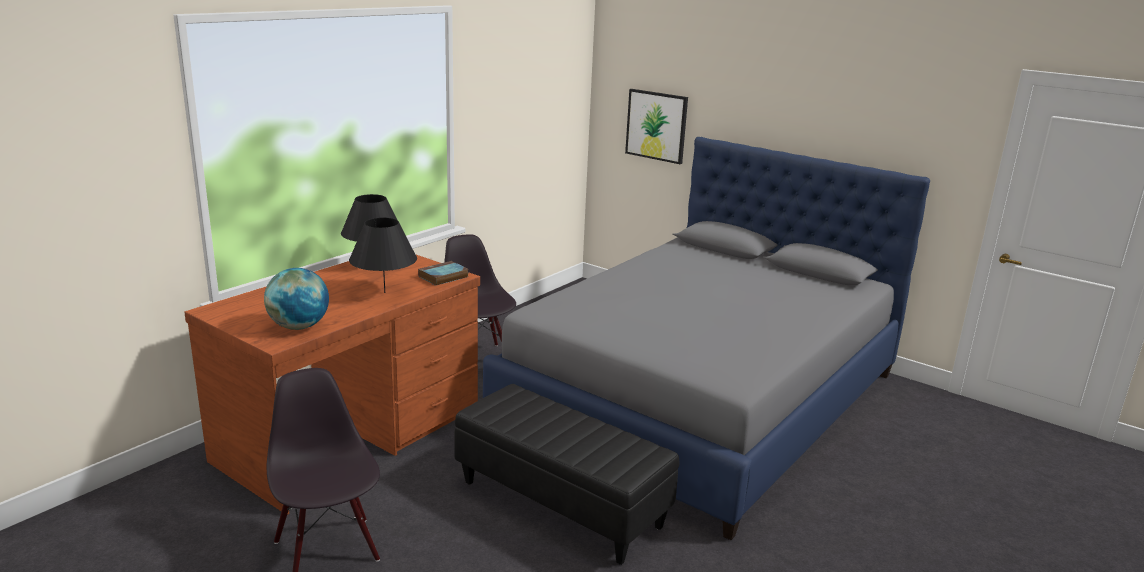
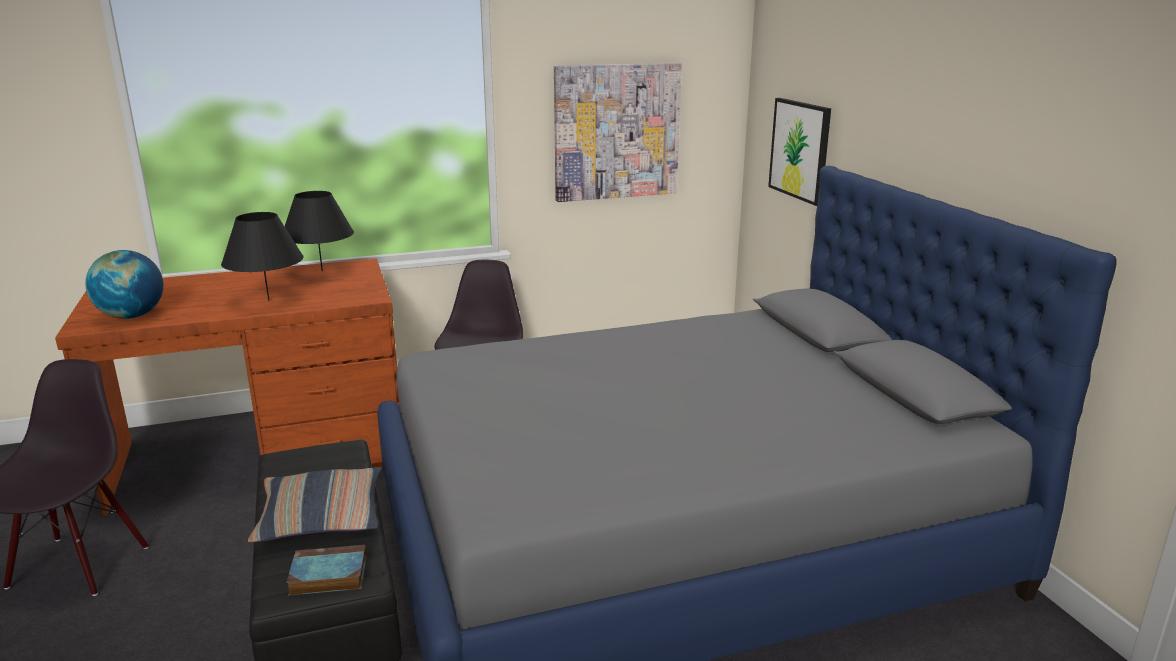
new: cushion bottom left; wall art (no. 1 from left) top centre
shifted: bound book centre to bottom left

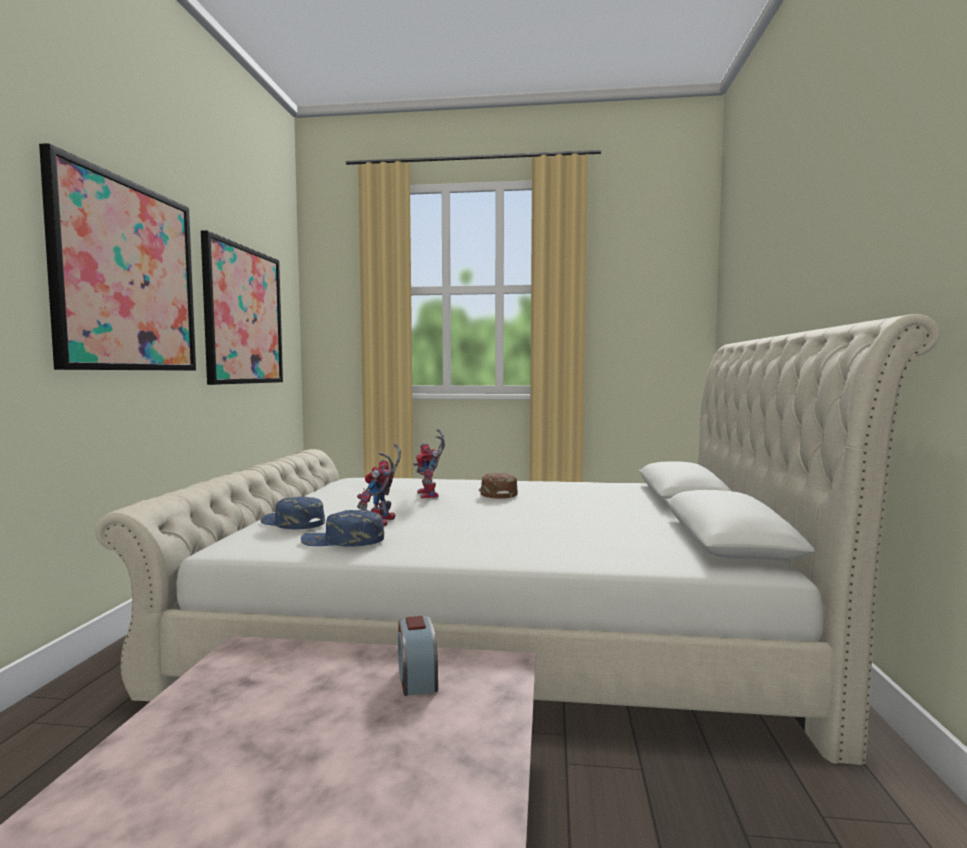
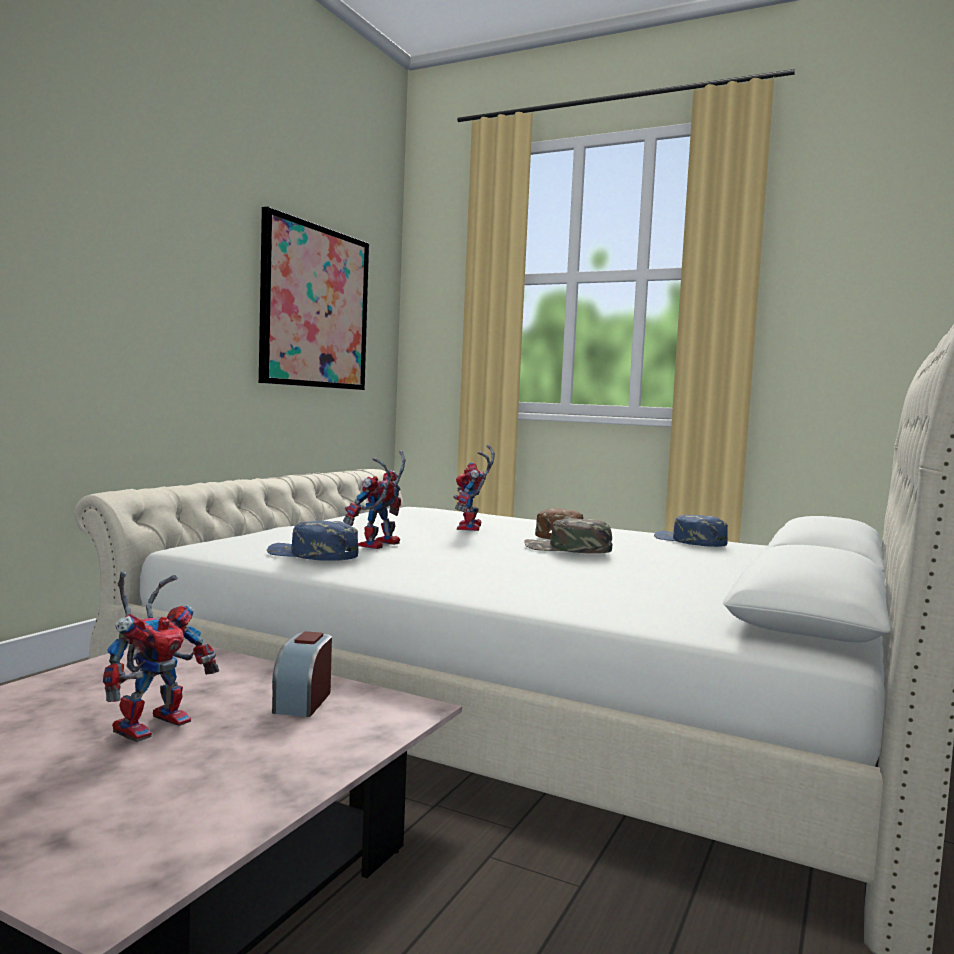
gone: wall art (no. 1 from left) top left
new: toy robot (no. 1 from left) bottom left; greenish peaked cap centre
shifted: bluish peaked cap (no. 1 from left in the first image) middle left to bluish peaked cap (no. 2 from left) middle right

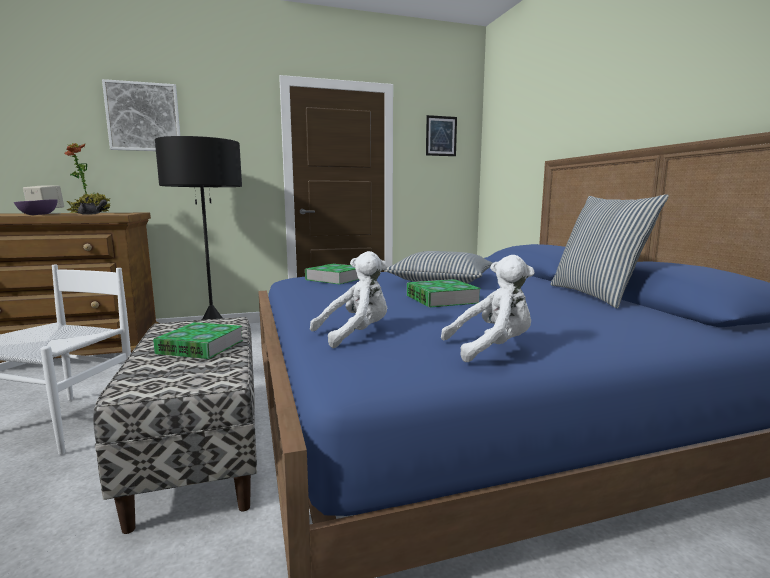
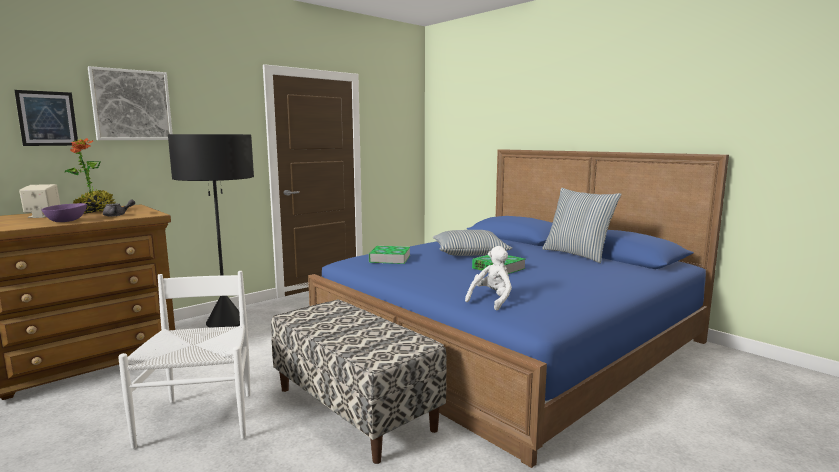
gone: bound book (no. 1 from left) middle left; whitish soft toy (no. 2 from left) centre
shifted: wall art (no. 2 from left in the first image) top centre to wall art (no. 1 from left) top left

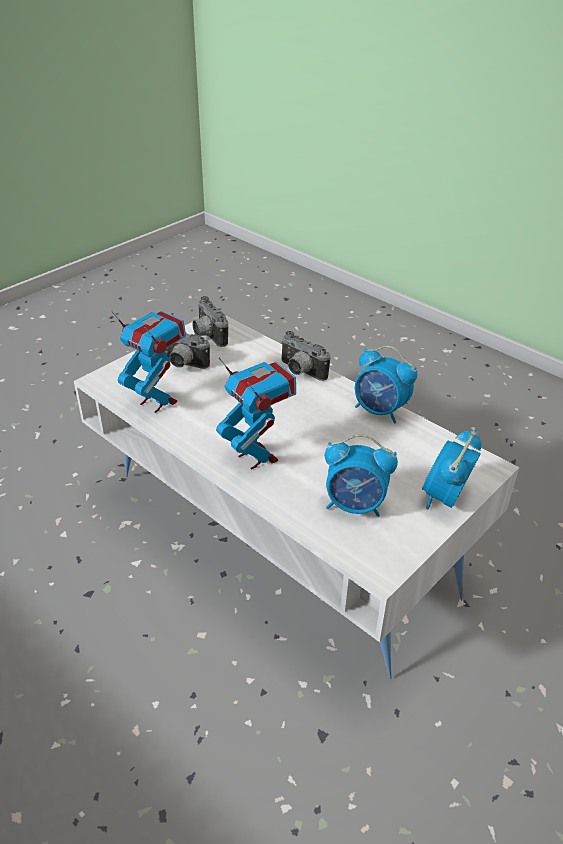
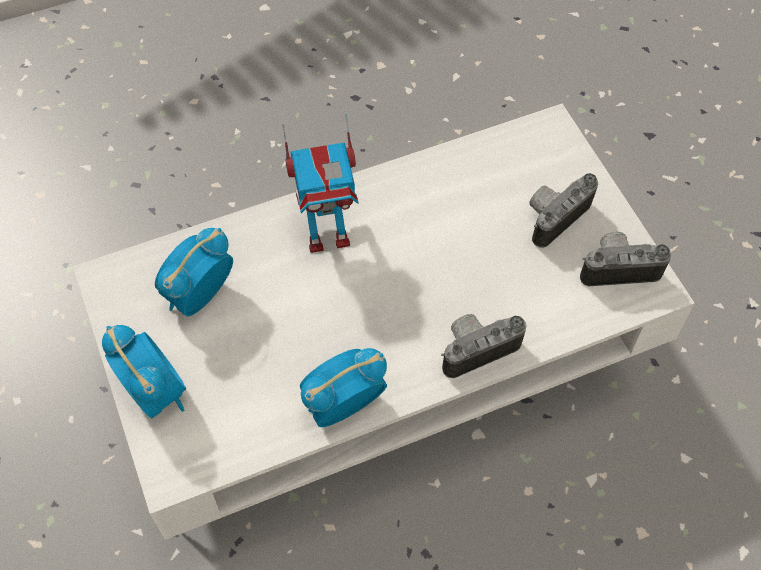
gone: toy robot (no. 1 from left) middle left

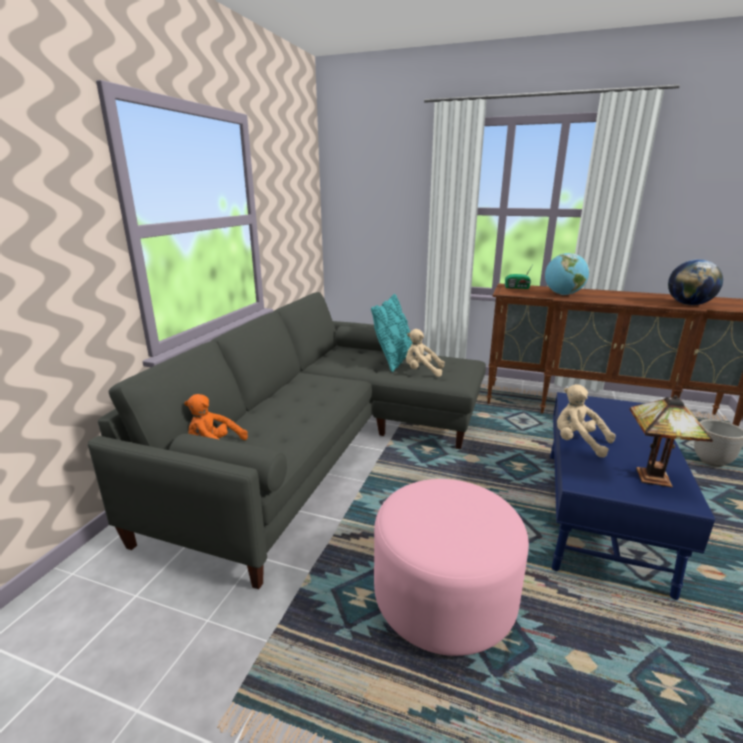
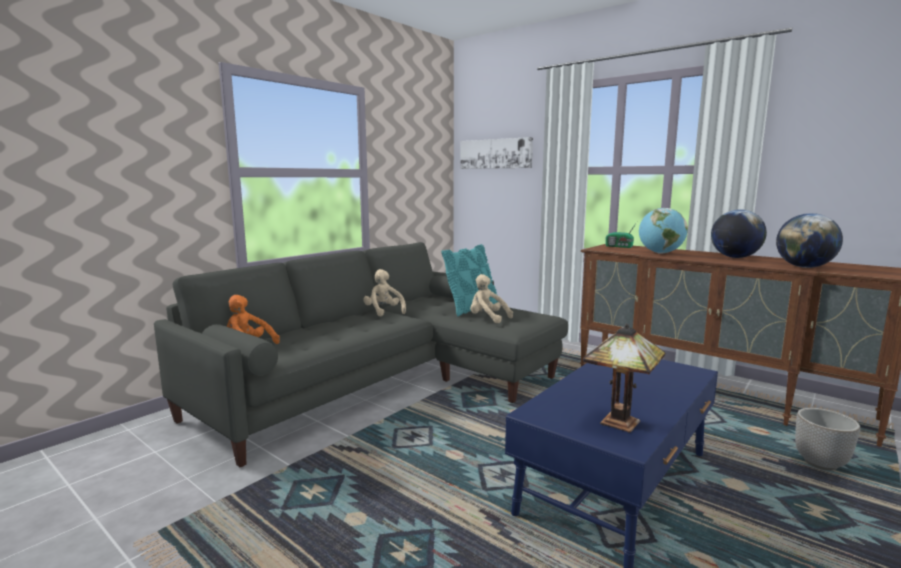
gone: pink-coloured footrest bottom centre
new: wall art top centre; desk globe (no. 2 from left) middle right
shifted: beige-coloured soft toy (no. 2 from left in the first image) middle right to beige-coloured soft toy (no. 1 from left) centre

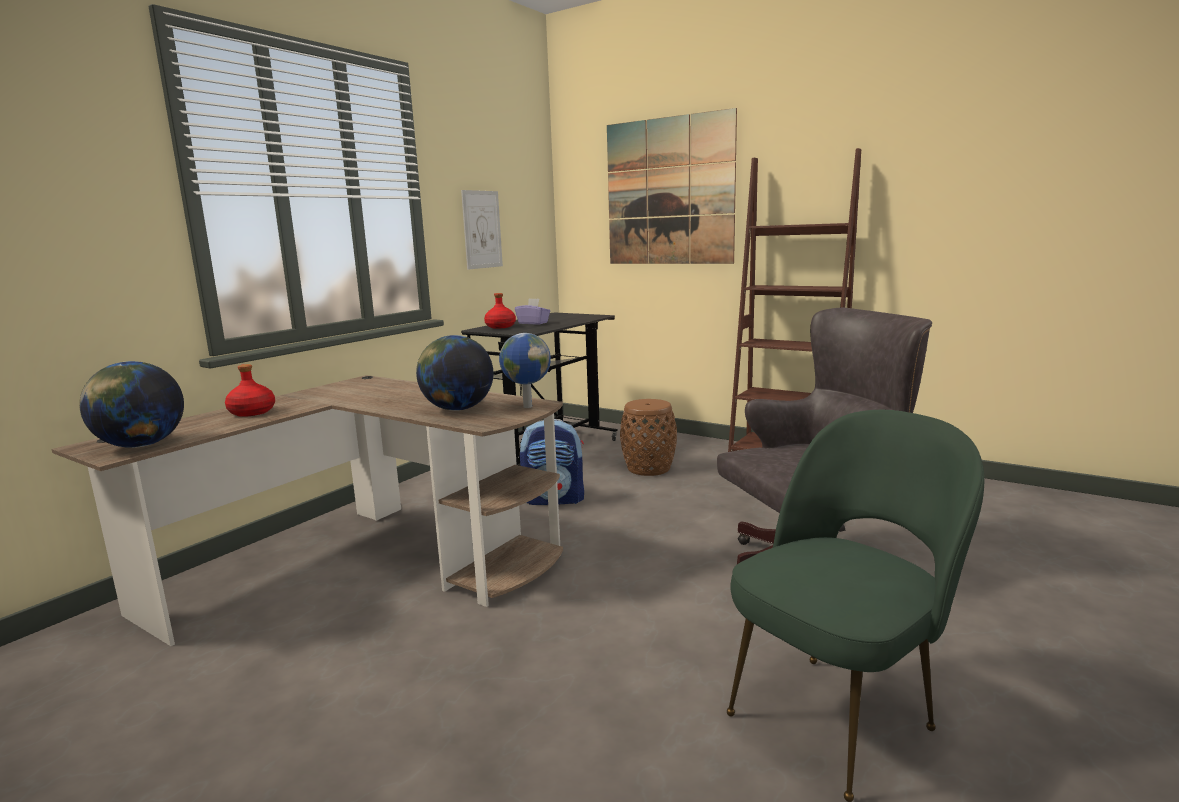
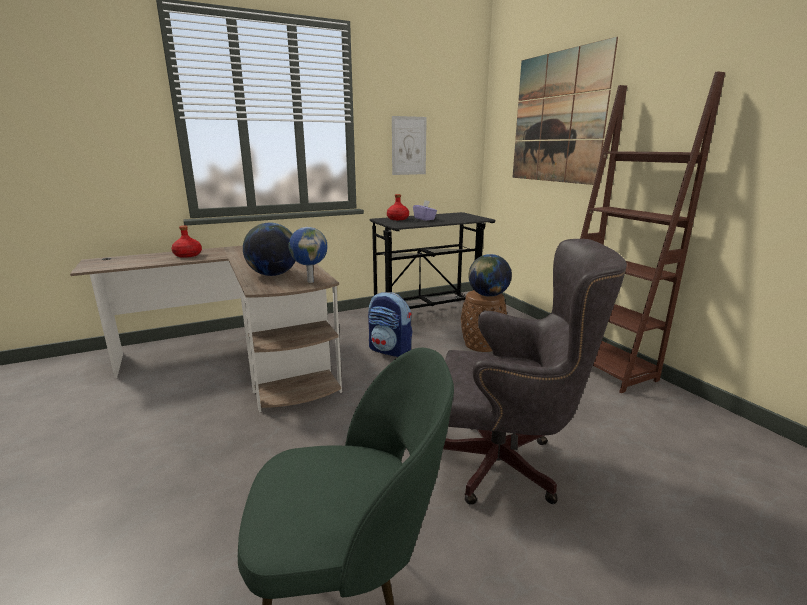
shifted: desk globe (no. 1 from left in the first image) middle left to desk globe (no. 3 from left) centre

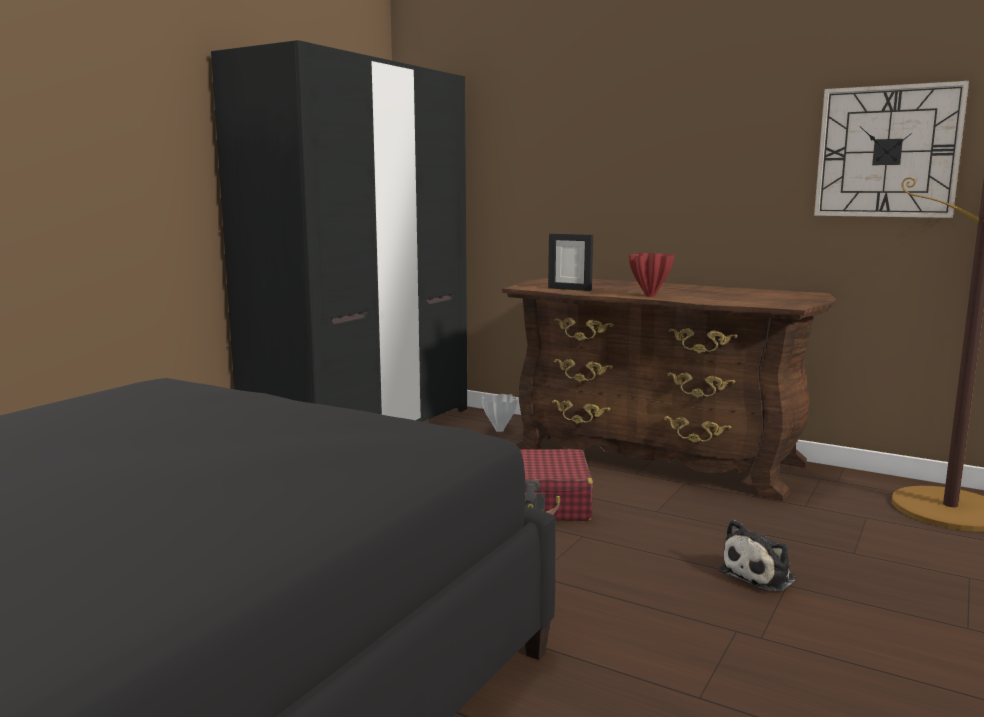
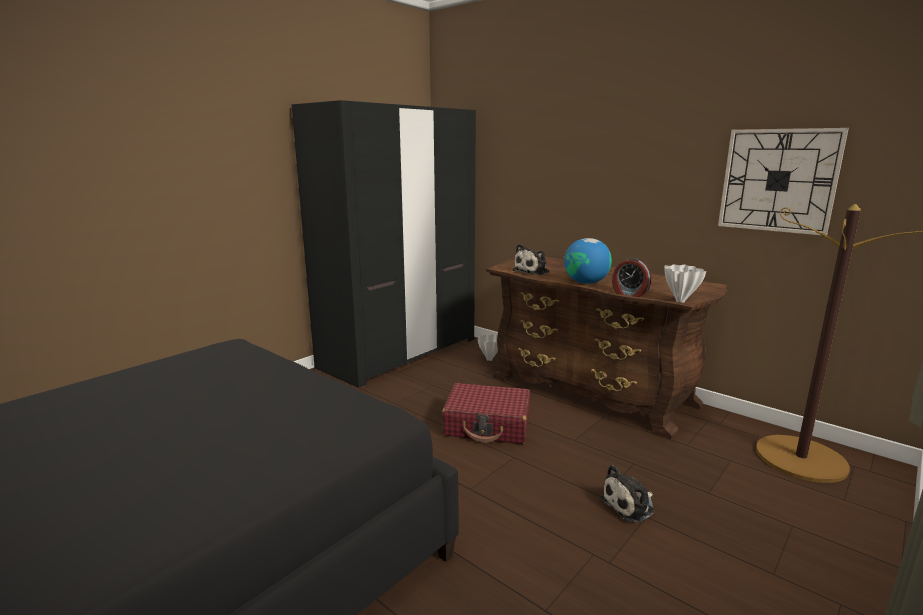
new: bedside clock middle right; whitish decorative vase (no. 2 from left) middle right
swapped: standing frame centre to soft toy (no. 1 from left) centre; red-coloured decorative vase centre to desk globe centre

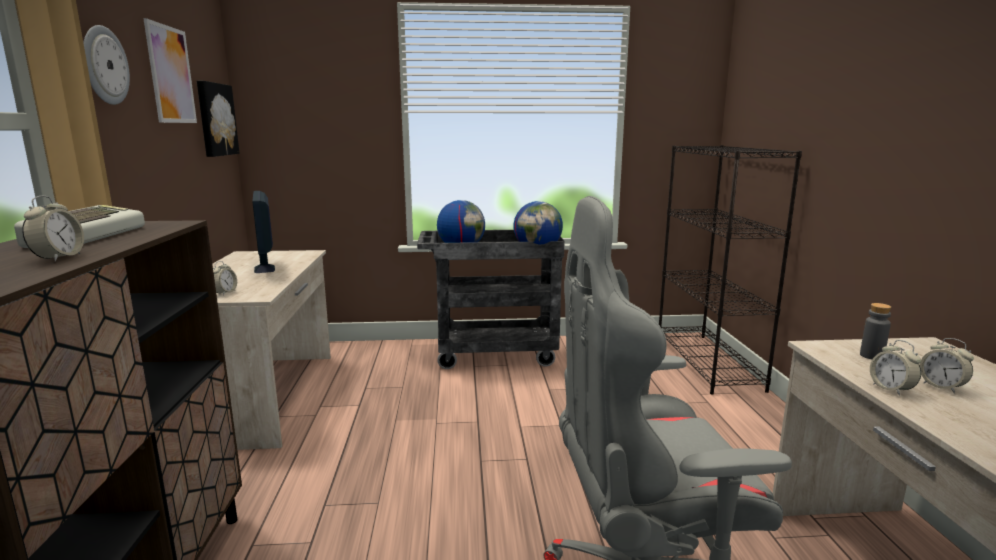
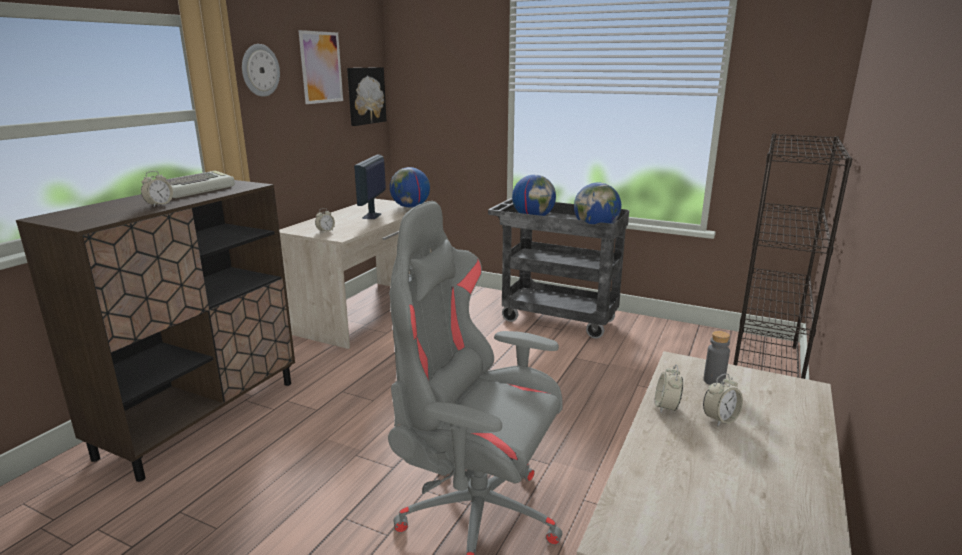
new: desk globe (no. 1 from left) centre
rotated: bedside clock (no. 4 from left) middle right = bottom right 120 degrees counterclockwise

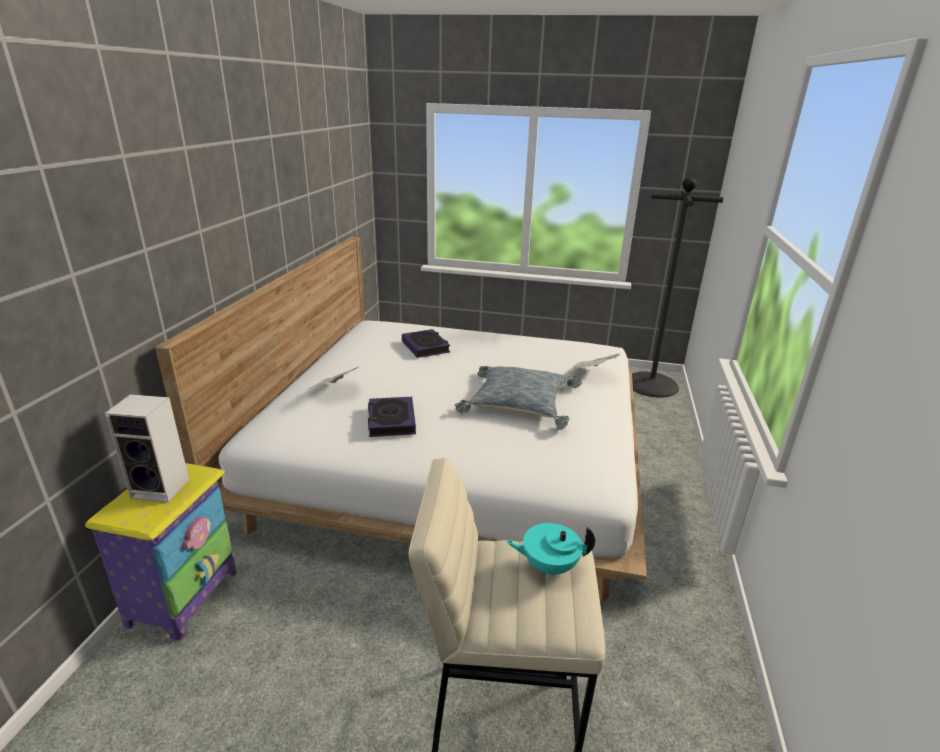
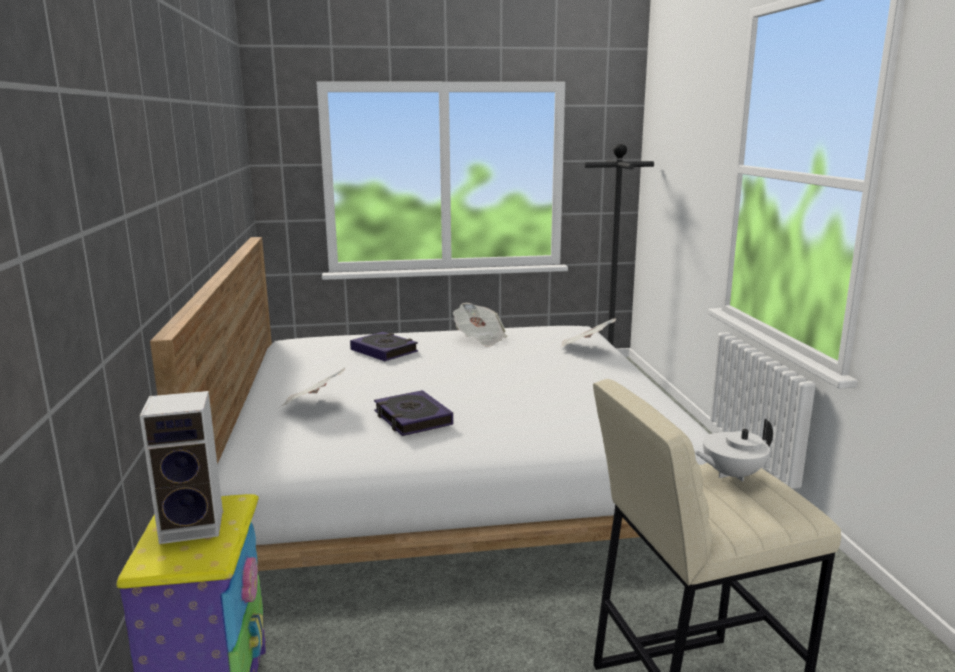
gone: cushion centre
new: daily paper (no. 2 from left) centre
repainted: turquoise pot for tea bottom centre to whitish pot for tea bottom right

